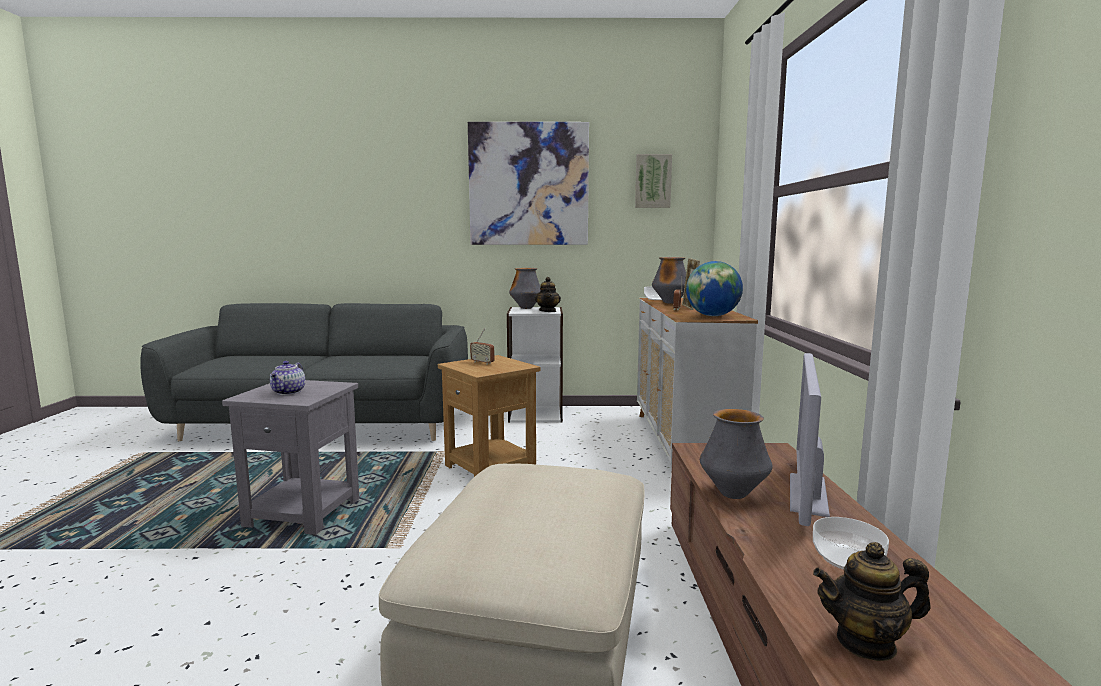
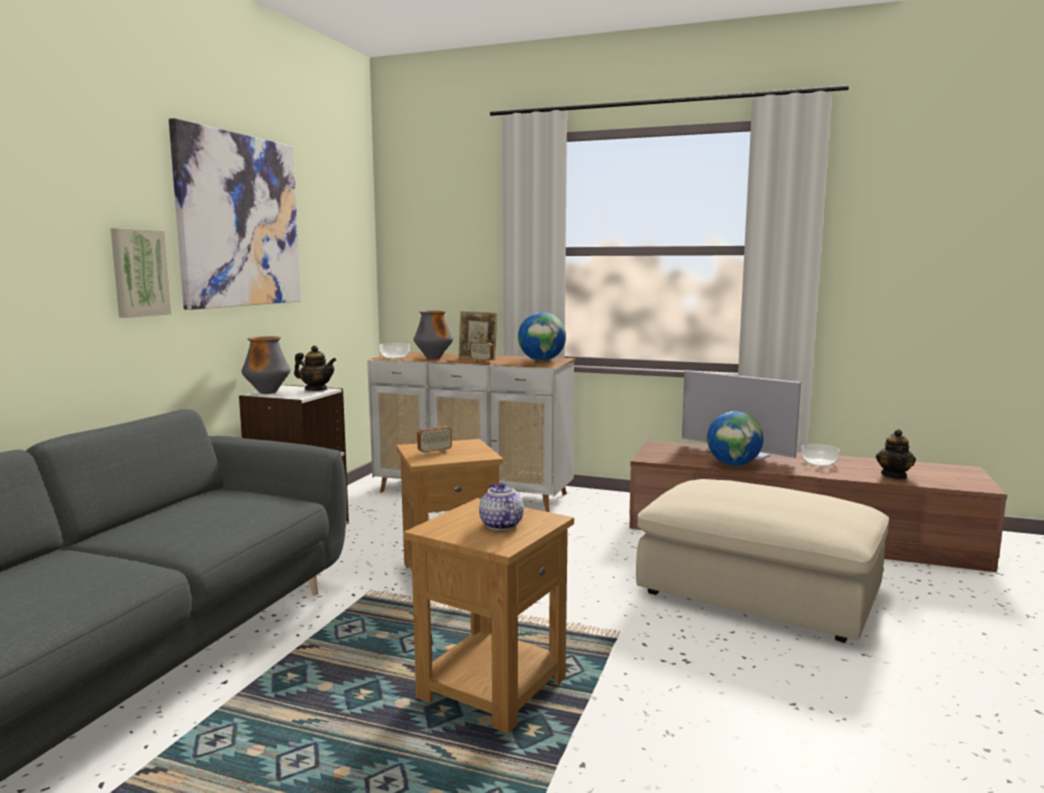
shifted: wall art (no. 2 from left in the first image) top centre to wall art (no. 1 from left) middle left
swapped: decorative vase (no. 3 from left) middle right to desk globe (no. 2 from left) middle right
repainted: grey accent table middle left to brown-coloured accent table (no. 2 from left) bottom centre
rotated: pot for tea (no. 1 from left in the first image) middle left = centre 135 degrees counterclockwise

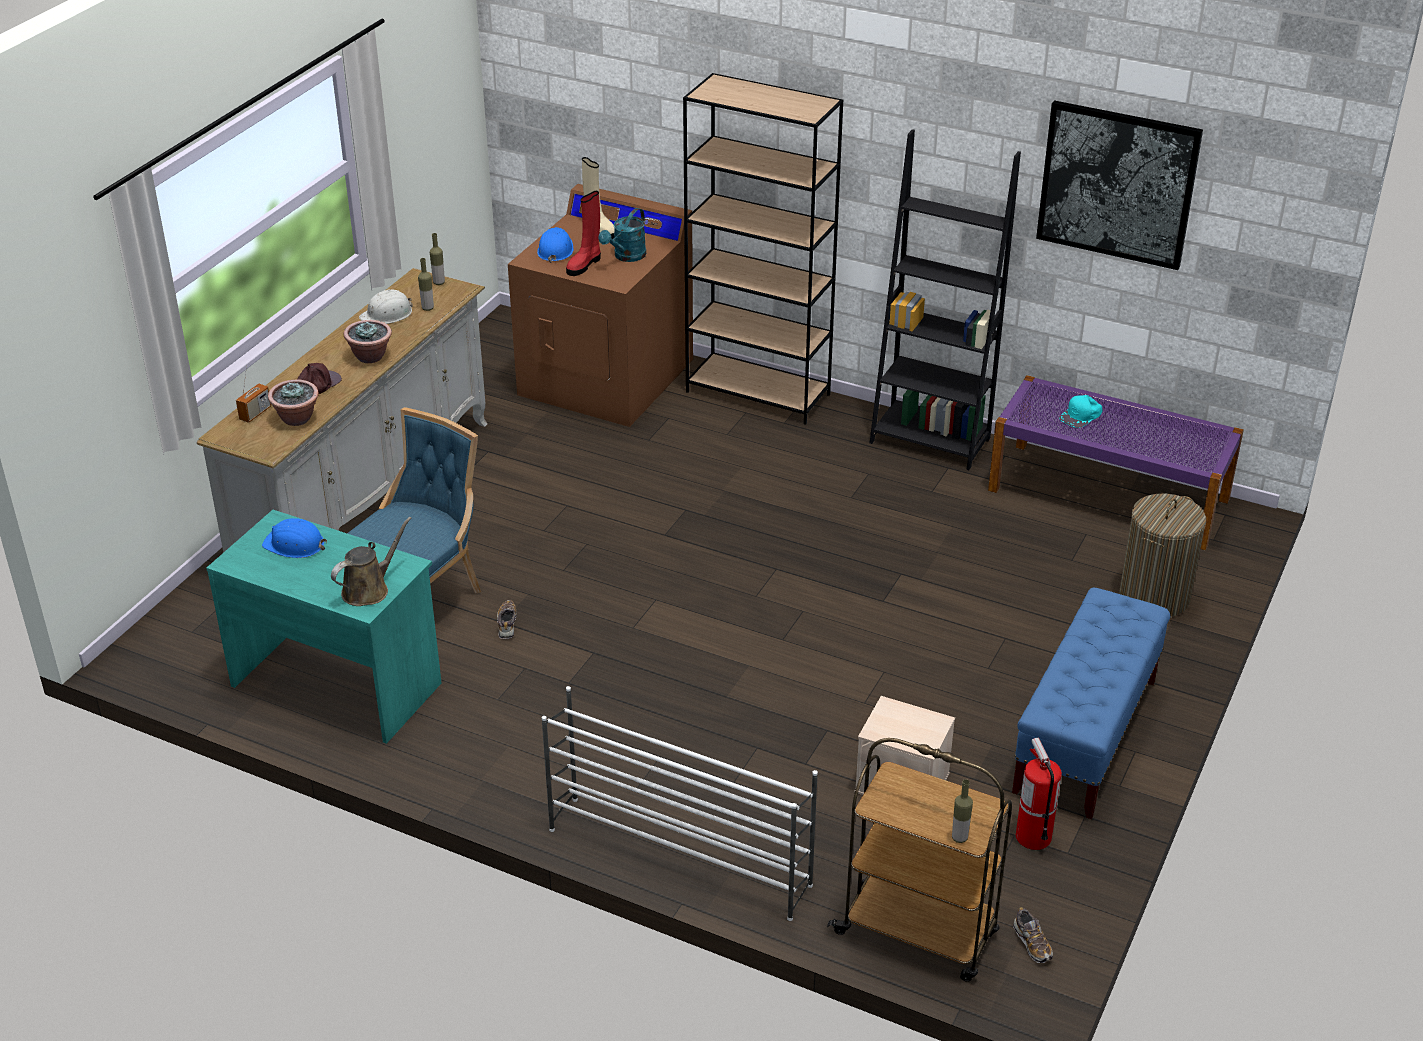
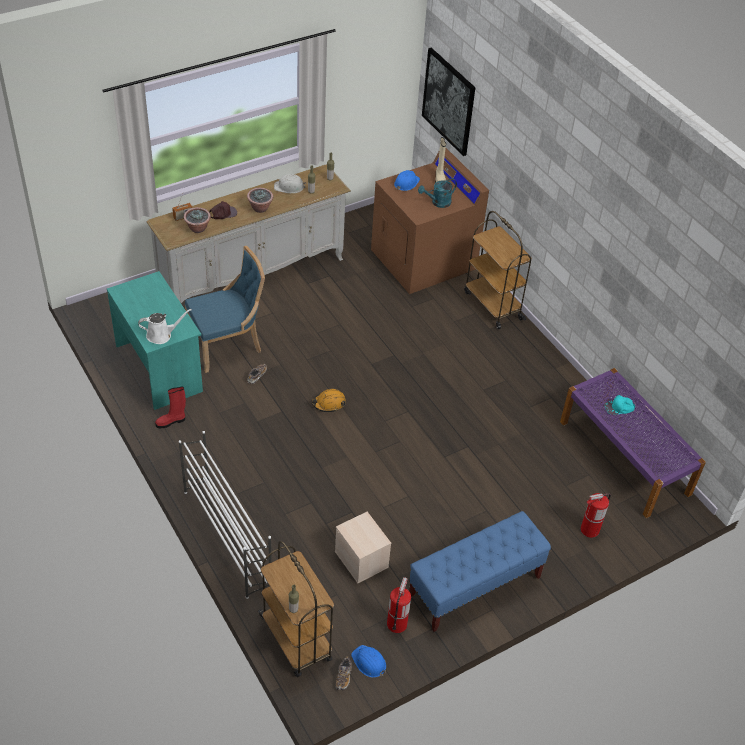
gone: blackish bookshelf top centre
new: orange safety helmet centre
shifted: bluish safety helmet (no. 1 from left) middle left to bottom centre; red-coloured high-top boot top centre to middle left; wall art top right to top centre
swapped: beige-coloured bookshelf top centre to brown-coloured trolley (no. 2 from left) middle right; washing basket middle right to fire extinguisher (no. 2 from left) bottom right
repainted: brown-coloured sprinkling can middle left to whitish sprinkling can middle left

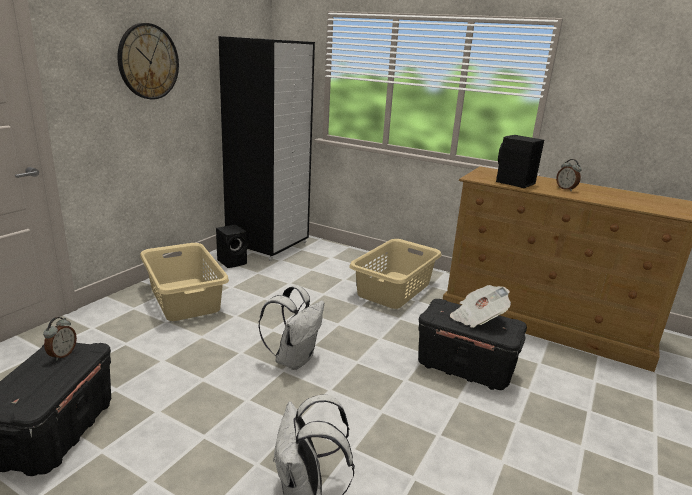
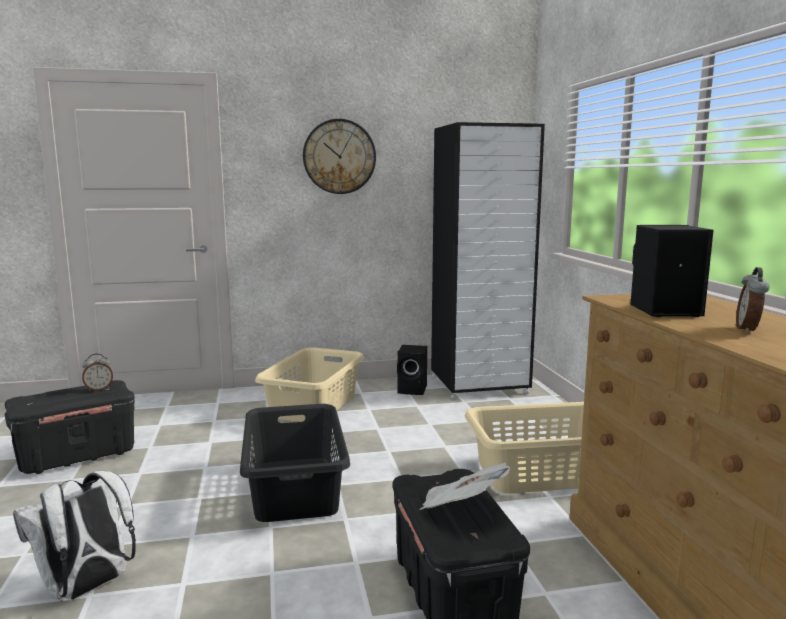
swapped: whitish backpack (no. 1 from left) centre to blackish washing basket bottom centre

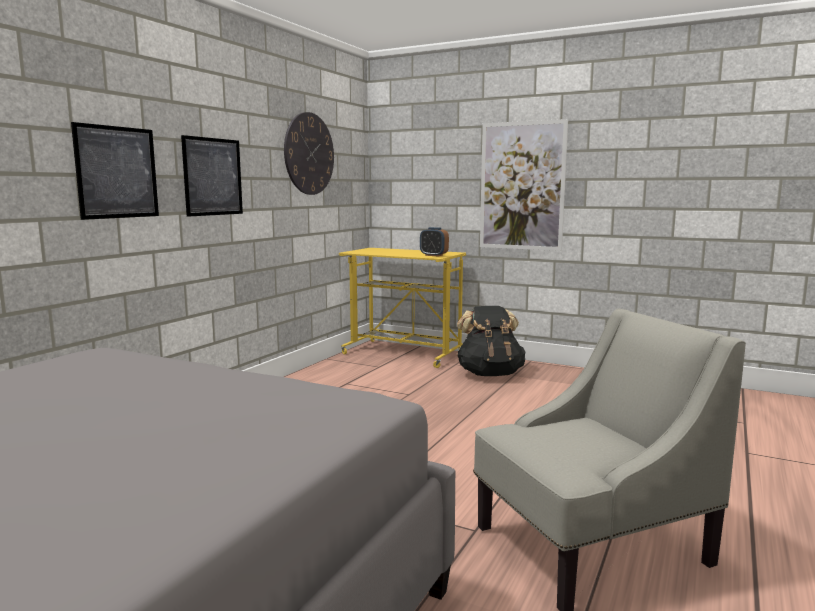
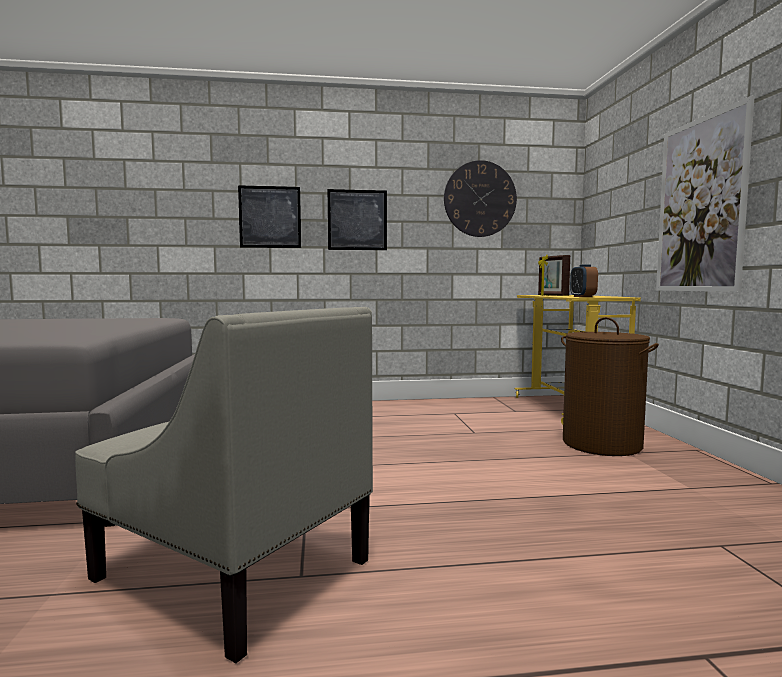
new: standing frame middle right
swapped: blackish backpack centre to brown-coloured washing basket middle right

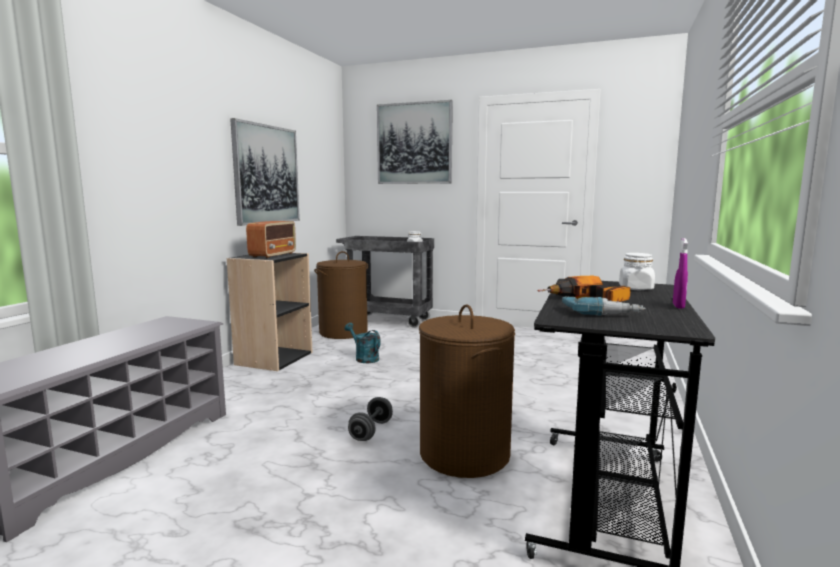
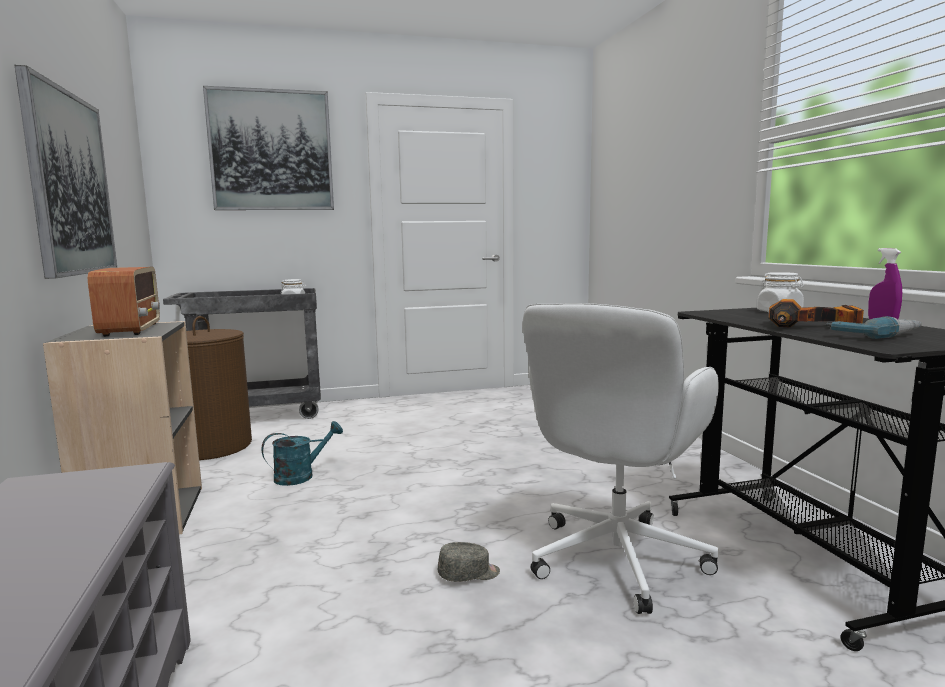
swapped: grey hand weight bottom centre to grey peaked cap bottom centre; brown-coloured washing basket (no. 2 from left) bottom centre to whitish desk chair bottom centre
rotated: turquoise sprinkling can centre = middle left 135 degrees clockwise

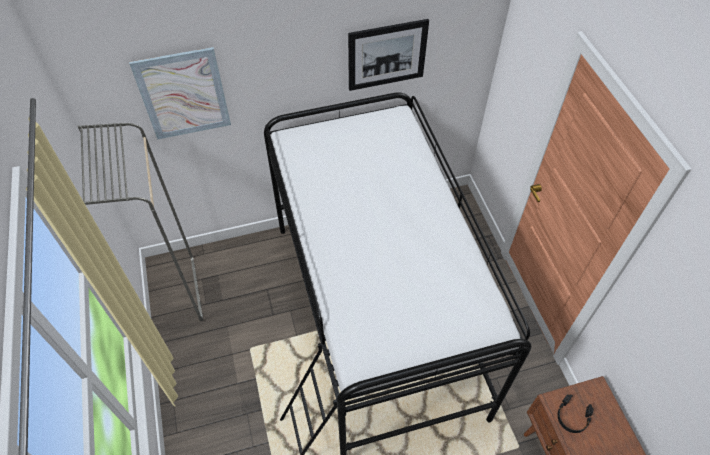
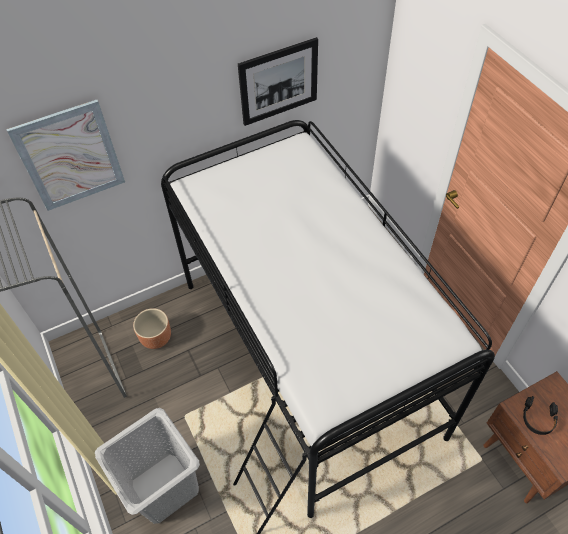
new: grey washing basket bottom left; brown-coloured planter middle left

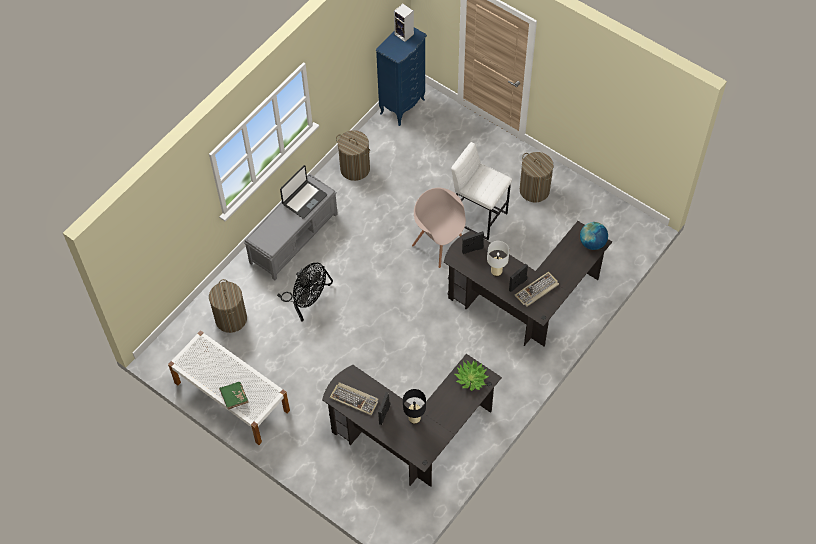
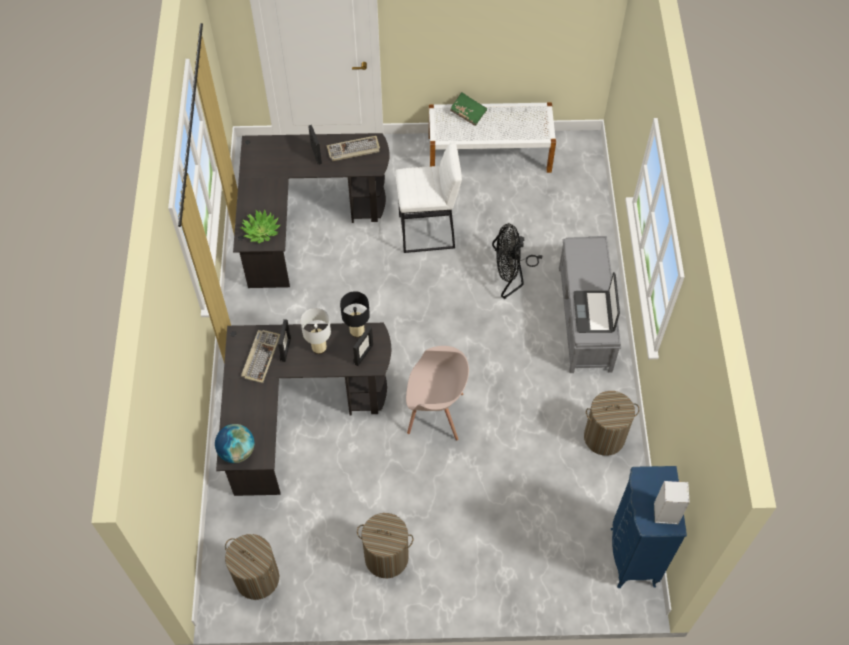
shifted: washing basket (no. 1 from left) middle left to bottom left; blackish lamp for a table bottom centre to centre; whitish sitting stool centre to top centre

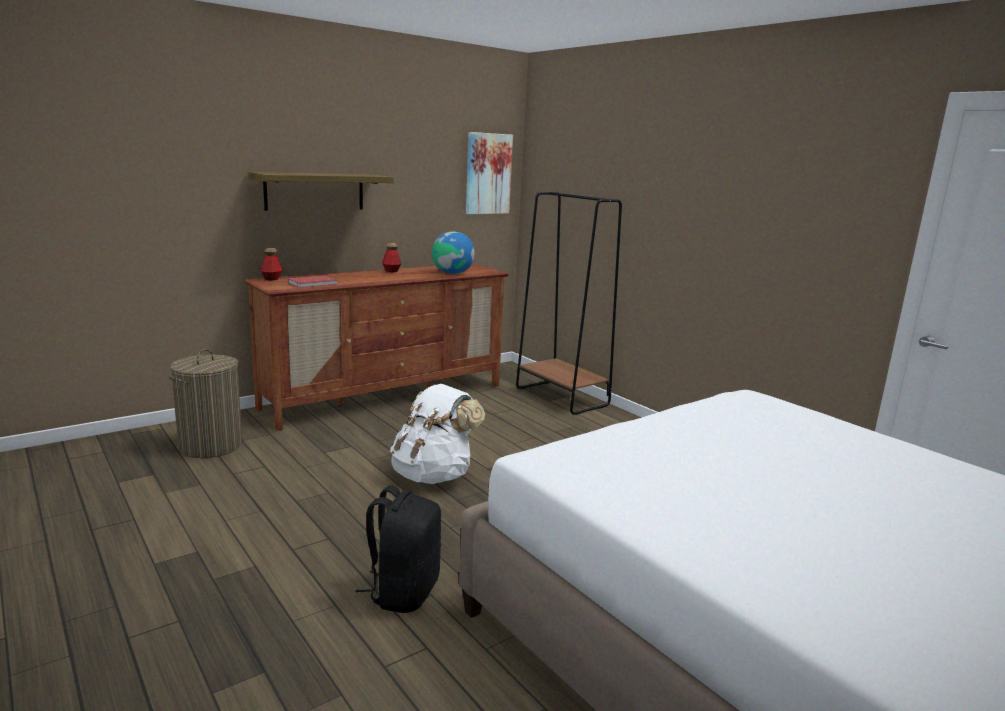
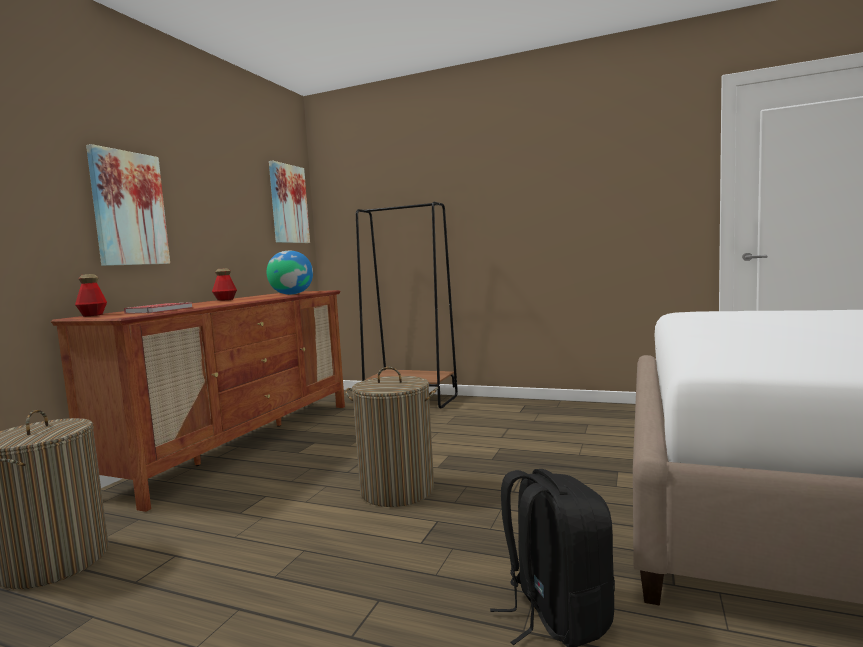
swapped: bracket shelf top left to wall art (no. 1 from left) top left; whitish backpack centre to washing basket (no. 2 from left) bottom centre

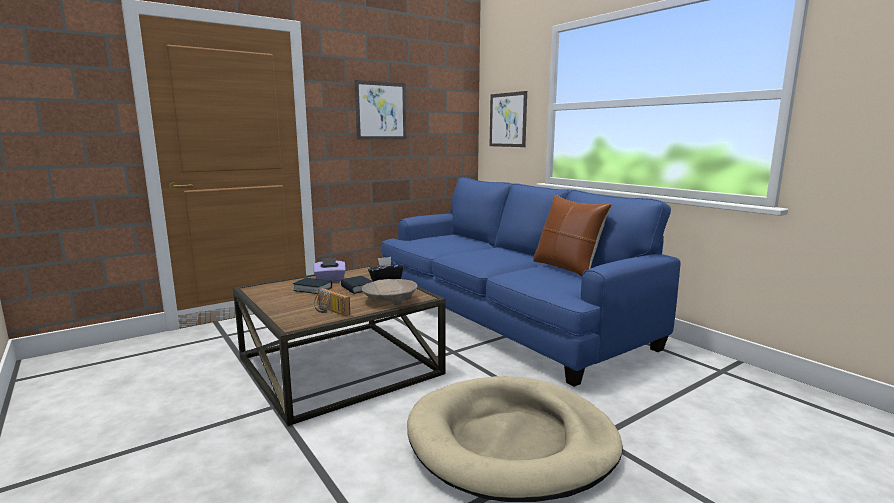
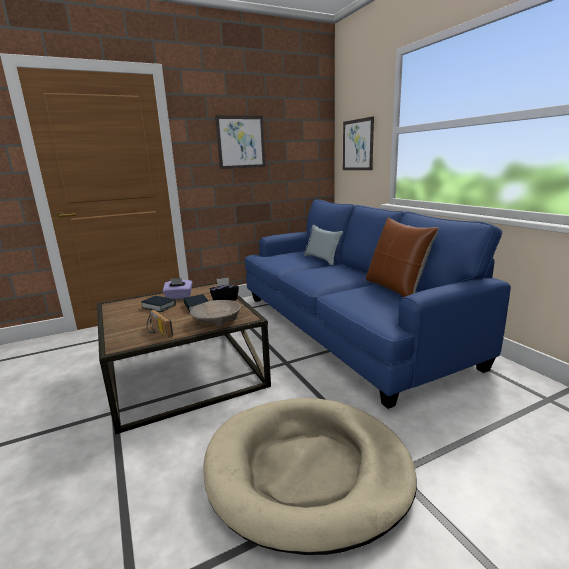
new: bluish cushion centre

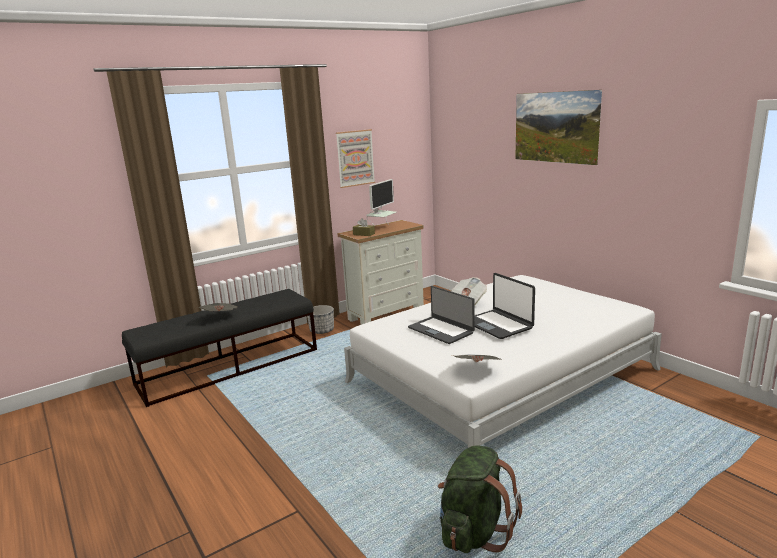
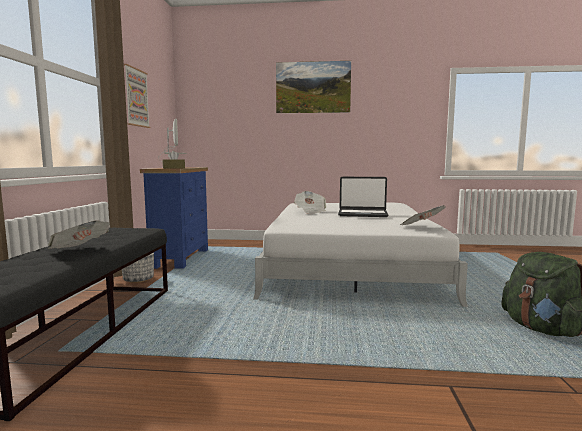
gone: portable computer (no. 1 from left) centre
repainted: whitish drawer chest centre to bluish drawer chest middle left

